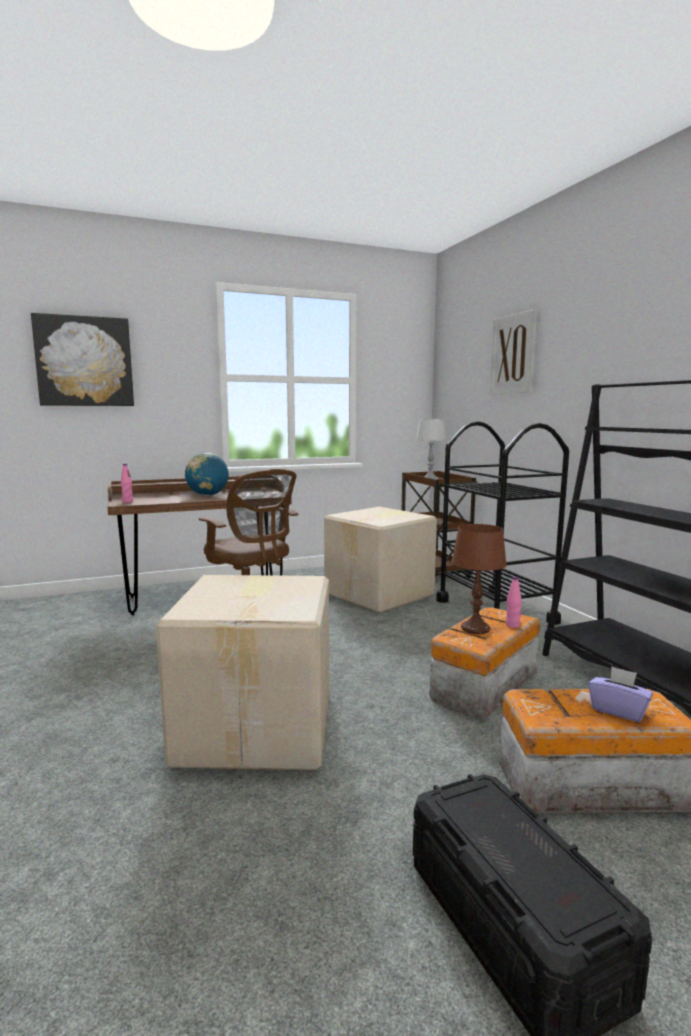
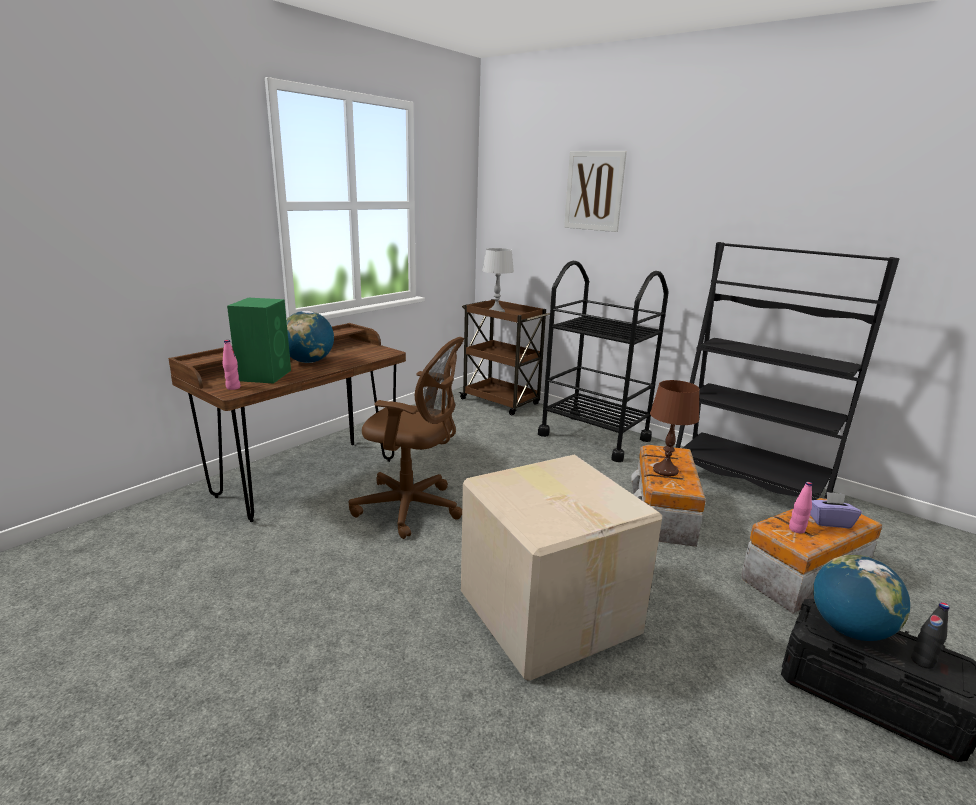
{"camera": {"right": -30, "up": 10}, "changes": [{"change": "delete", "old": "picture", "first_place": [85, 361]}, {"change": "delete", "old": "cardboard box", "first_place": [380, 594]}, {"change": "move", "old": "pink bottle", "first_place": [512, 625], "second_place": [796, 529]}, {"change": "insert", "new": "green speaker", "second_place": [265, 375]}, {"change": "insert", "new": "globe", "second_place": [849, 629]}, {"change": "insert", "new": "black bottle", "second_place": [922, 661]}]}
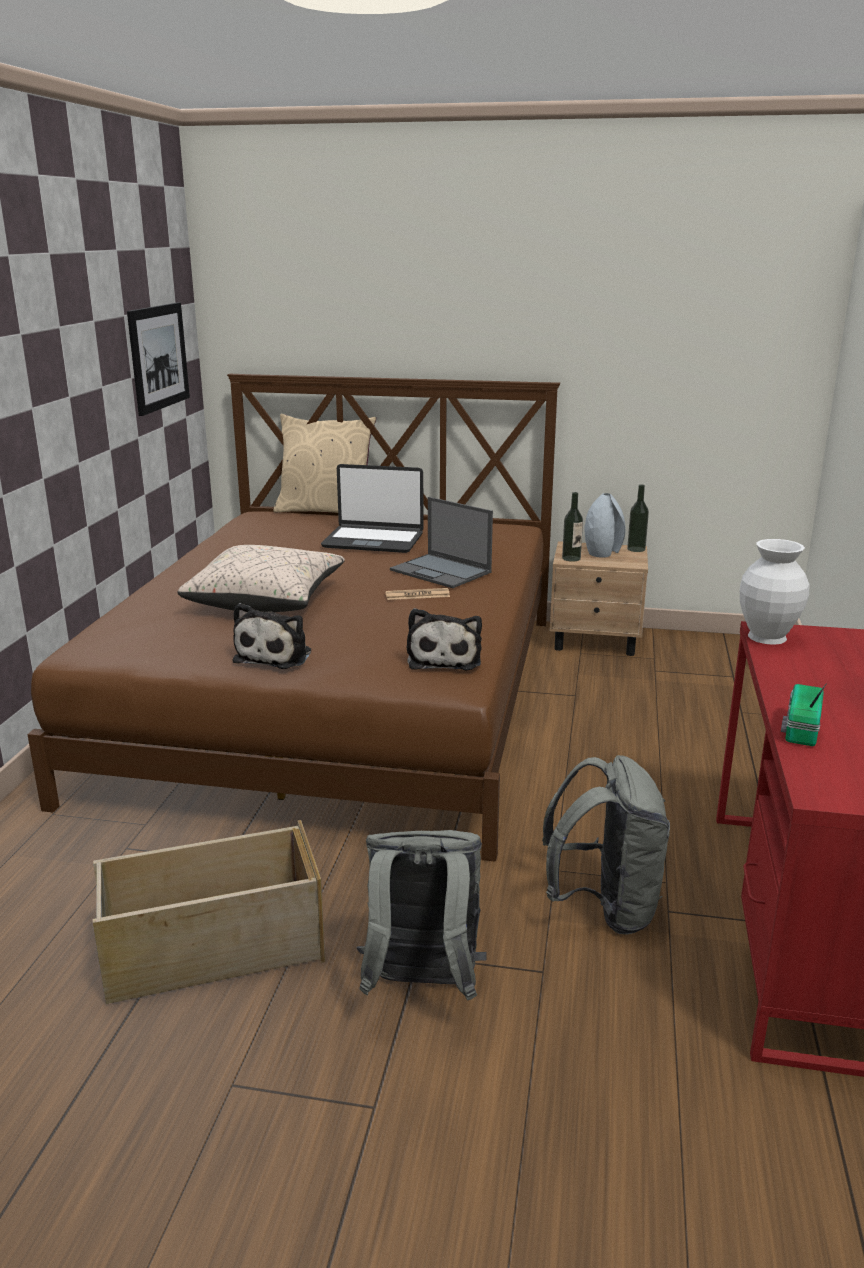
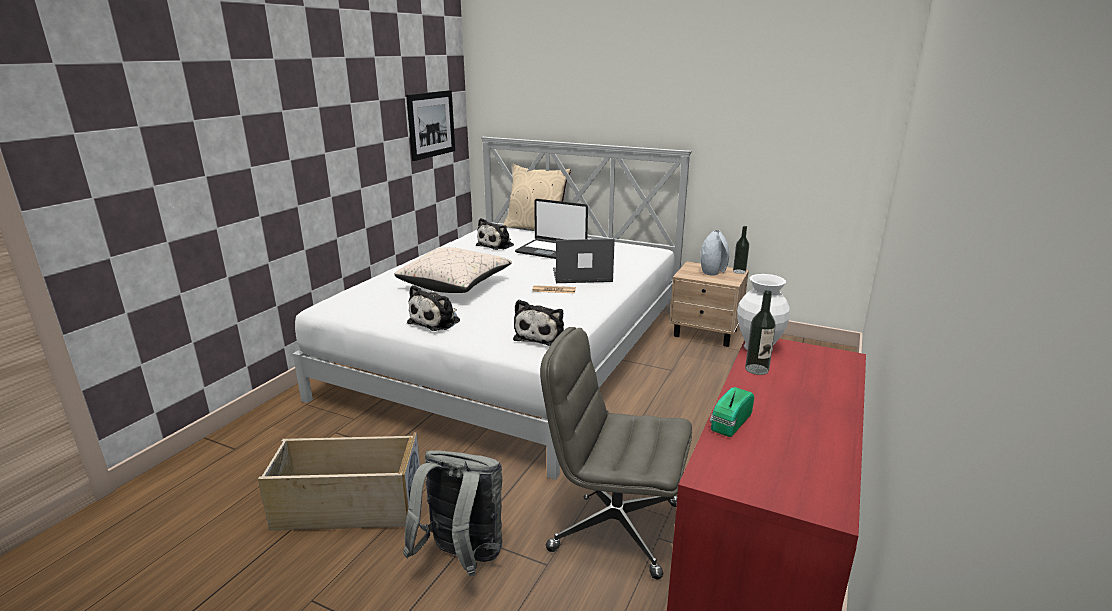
{"camera": {"right": 15, "up": 0}, "changes": [{"change": "recolor", "old": "brown bed", "new": "white bed", "first_place": [340, 700], "second_place": [513, 353]}, {"change": "rotate", "old": "laptop", "first_place": [441, 571], "second_place": [581, 275], "degrees": 120}, {"change": "replace", "old": "grey backpack", "new": "grey office chair", "first_place": [604, 907], "second_place": [613, 526]}, {"change": "move", "old": "bottle", "first_place": [571, 558], "second_place": [756, 369]}, {"change": "insert", "new": "plush toy", "second_place": [497, 245]}]}
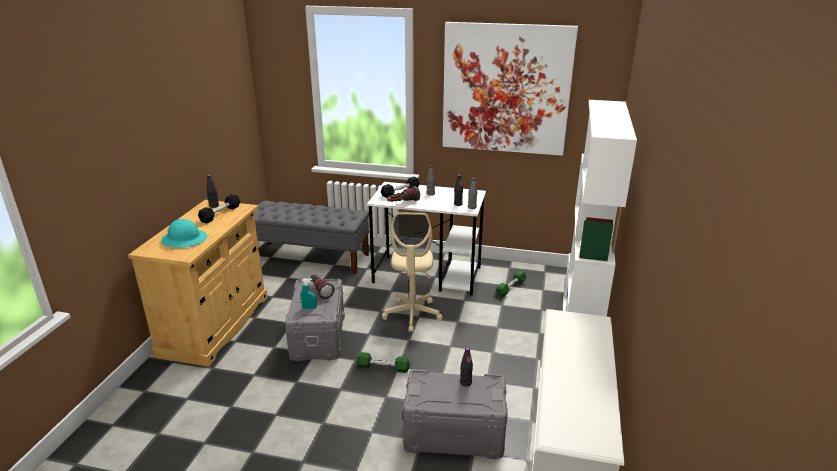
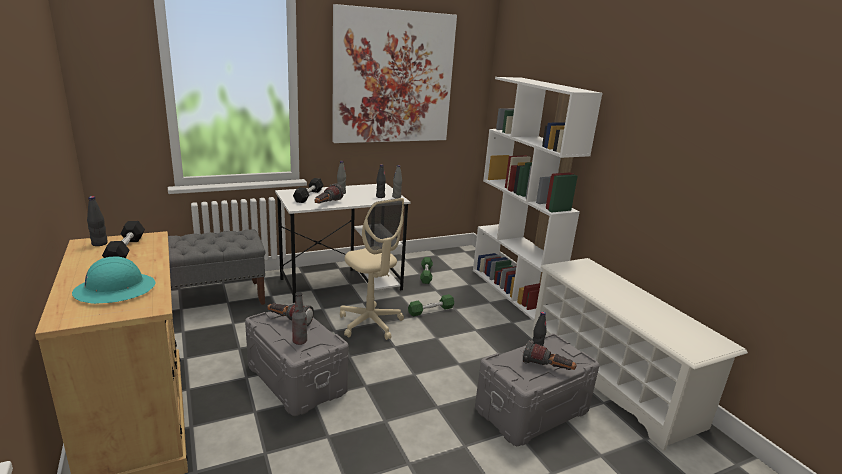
{"camera": {"right": -40, "up": -5}, "changes": [{"change": "replace", "old": "turquoise spray bottle", "new": "bottle", "first_place": [309, 308], "second_place": [299, 341]}, {"change": "move", "old": "green dumbbell", "first_place": [383, 367], "second_place": [431, 310]}, {"change": "insert", "new": "flashlight", "second_place": [547, 368]}]}
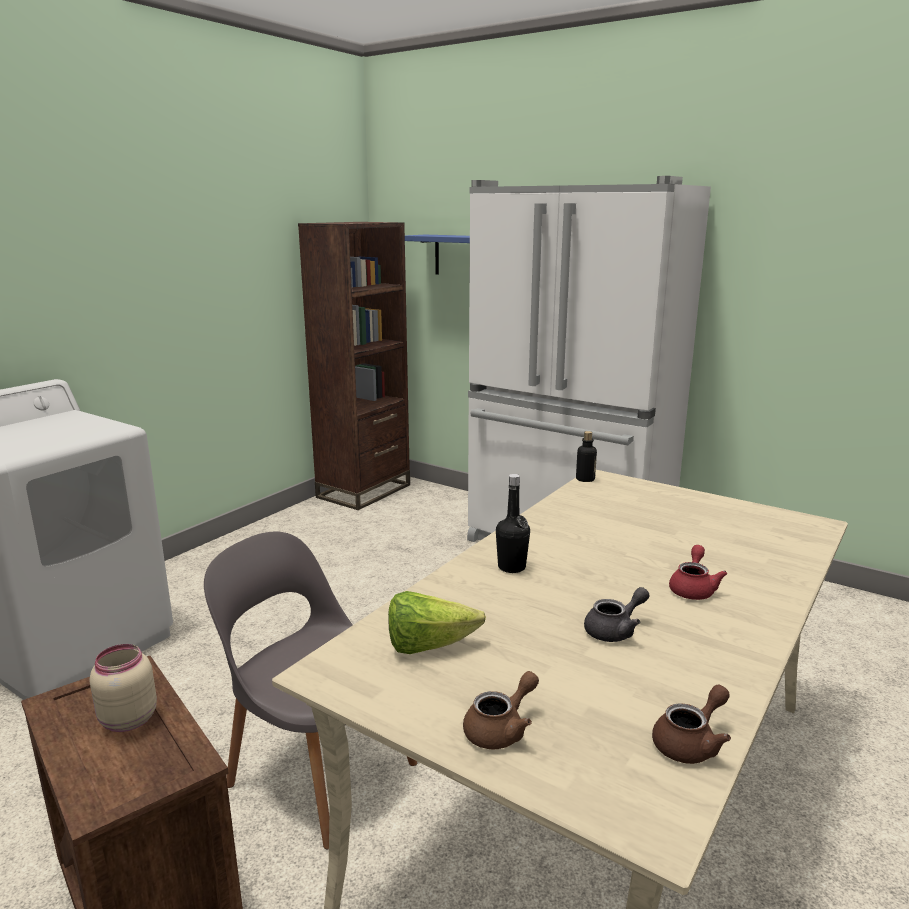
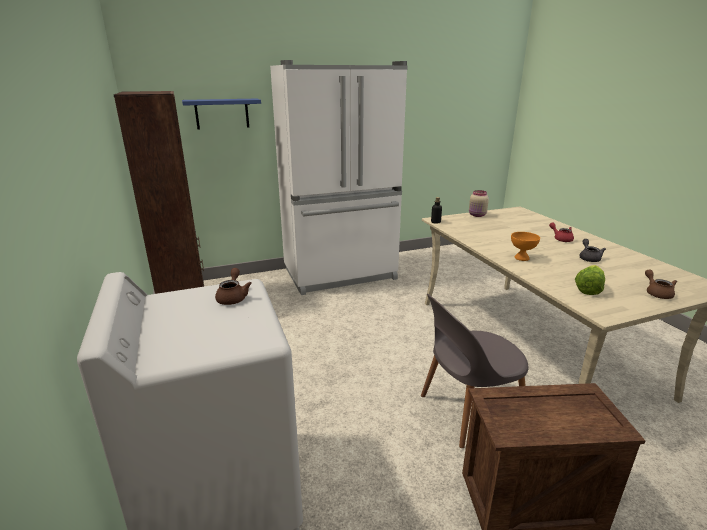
{"camera": {"right": -55, "up": 5}, "changes": [{"change": "move", "old": "beige jar", "first_place": [127, 720], "second_place": [477, 215]}, {"change": "replace", "old": "black bottle", "new": "orange bowl", "first_place": [511, 567], "second_place": [521, 258]}, {"change": "move", "old": "brown teapot", "first_place": [691, 743], "second_place": [233, 297]}]}
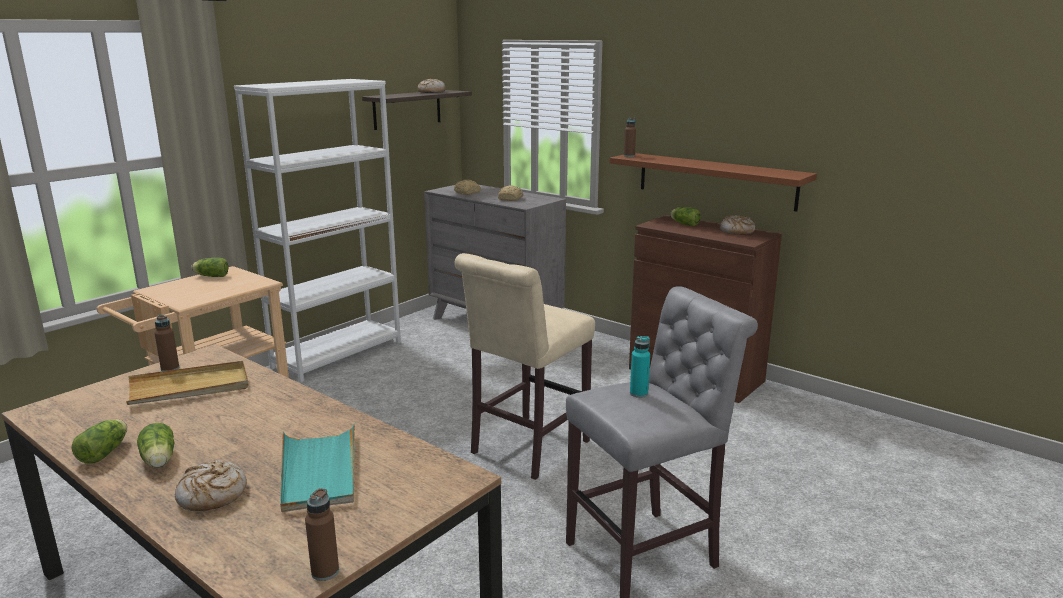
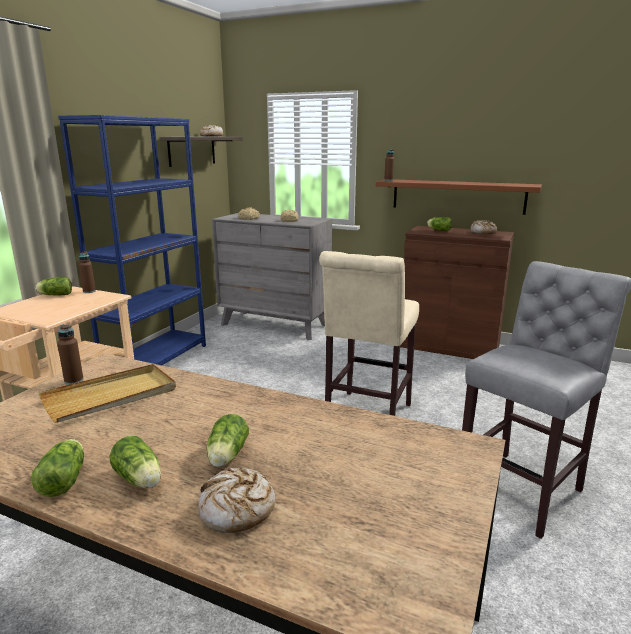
{"camera": {"right": -15, "up": 0}, "changes": [{"change": "recolor", "old": "white bookcase", "new": "blue bookcase", "first_place": [338, 354], "second_place": [157, 361]}, {"change": "delete", "old": "turquoise tray", "first_place": [319, 471]}, {"change": "move", "old": "brown bottle", "first_place": [325, 572], "second_place": [89, 291]}, {"change": "delete", "old": "turquoise bottle", "first_place": [638, 393]}, {"change": "insert", "new": "lettuce", "second_place": [226, 456]}]}
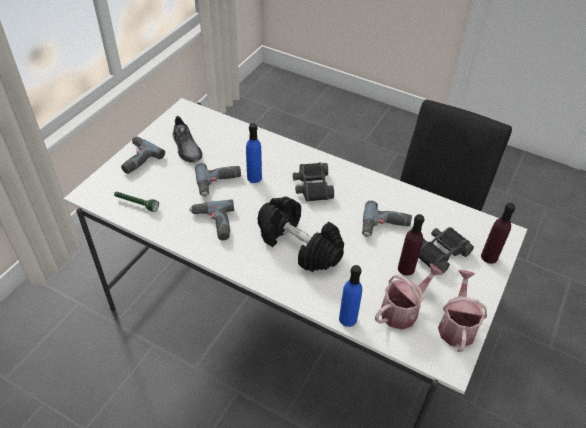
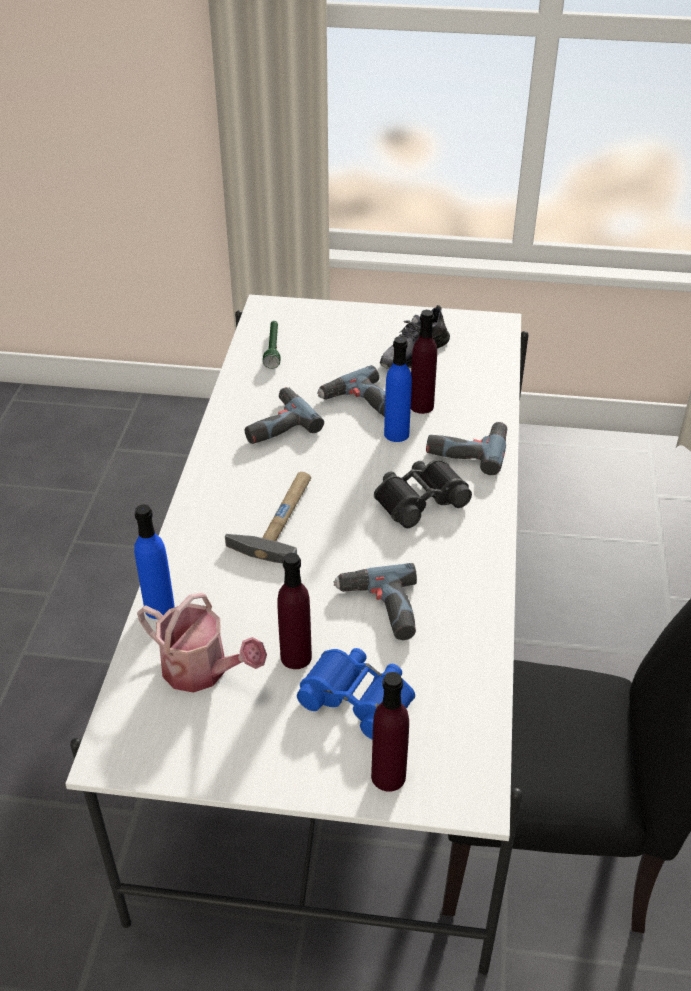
{"camera": {"right": 70, "up": -5}, "changes": [{"change": "move", "old": "power drill", "first_place": [136, 159], "second_place": [467, 449]}, {"change": "replace", "old": "black dumbbell", "new": "hammer", "first_place": [298, 245], "second_place": [280, 518]}, {"change": "recolor", "old": "black binoculars", "new": "blue binoculars", "first_place": [440, 253], "second_place": [358, 698]}, {"change": "delete", "old": "watering can", "first_place": [456, 325]}, {"change": "insert", "new": "purple bottle", "second_place": [421, 406]}]}
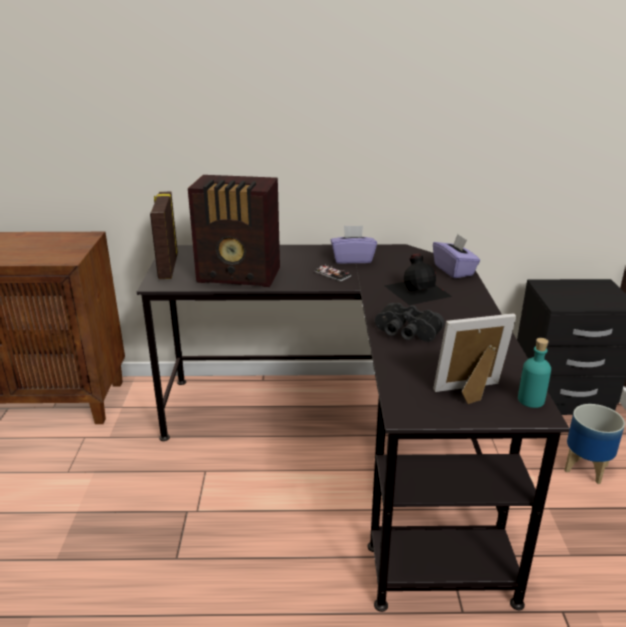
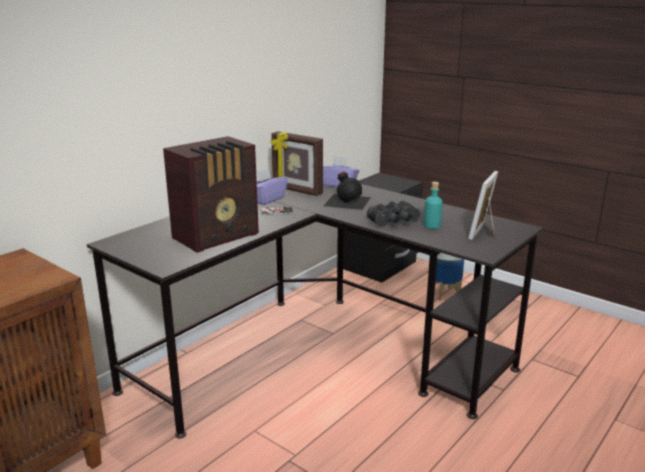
{"camera": {"right": -50, "up": -5}, "changes": [{"change": "move", "old": "picture frame", "first_place": [167, 266], "second_place": [296, 191]}, {"change": "move", "old": "turquoise bottle", "first_place": [531, 400], "second_place": [432, 225]}]}
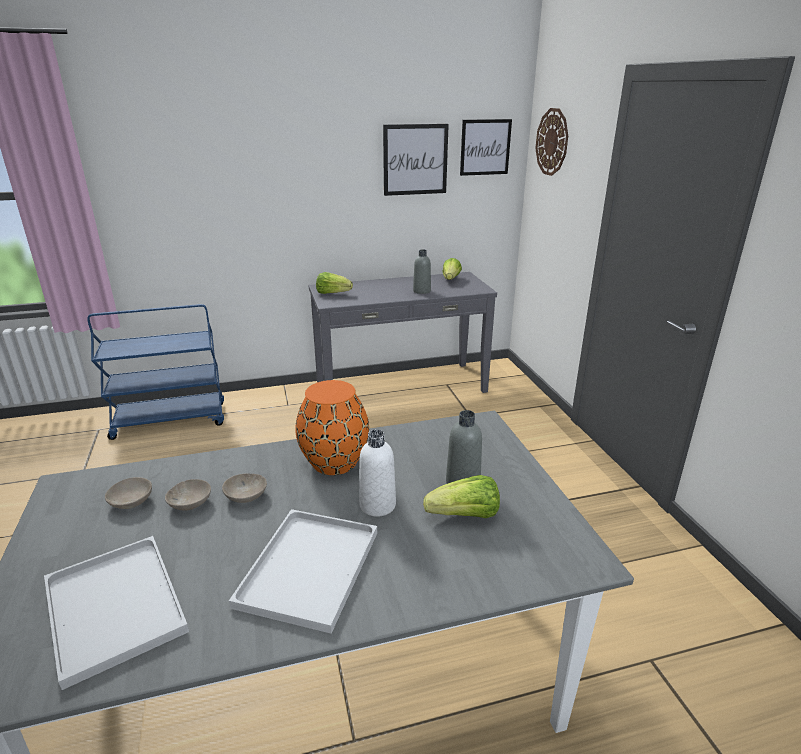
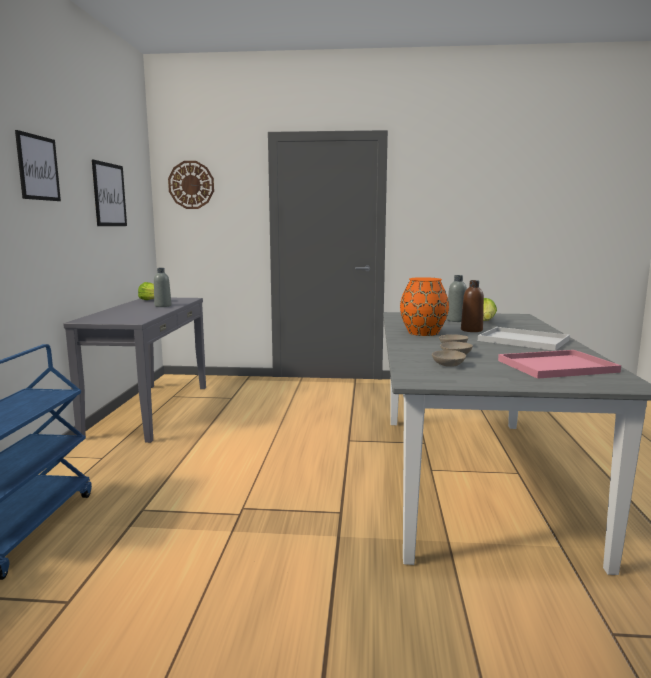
{"camera": {"right": -70, "up": -15}, "changes": [{"change": "recolor", "old": "white tray", "new": "pink tray", "first_place": [117, 608], "second_place": [557, 366]}, {"change": "delete", "old": "lettuce", "first_place": [332, 293]}, {"change": "recolor", "old": "white bottle", "new": "brown bottle", "first_place": [377, 505], "second_place": [471, 330]}, {"change": "move", "old": "picture", "first_place": [485, 147], "second_place": [38, 168]}]}
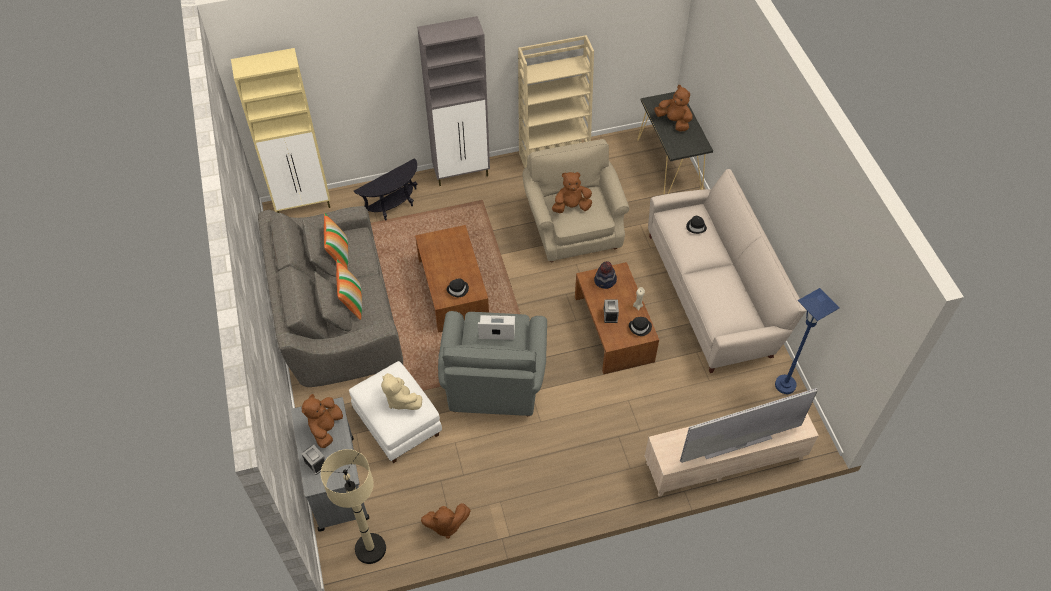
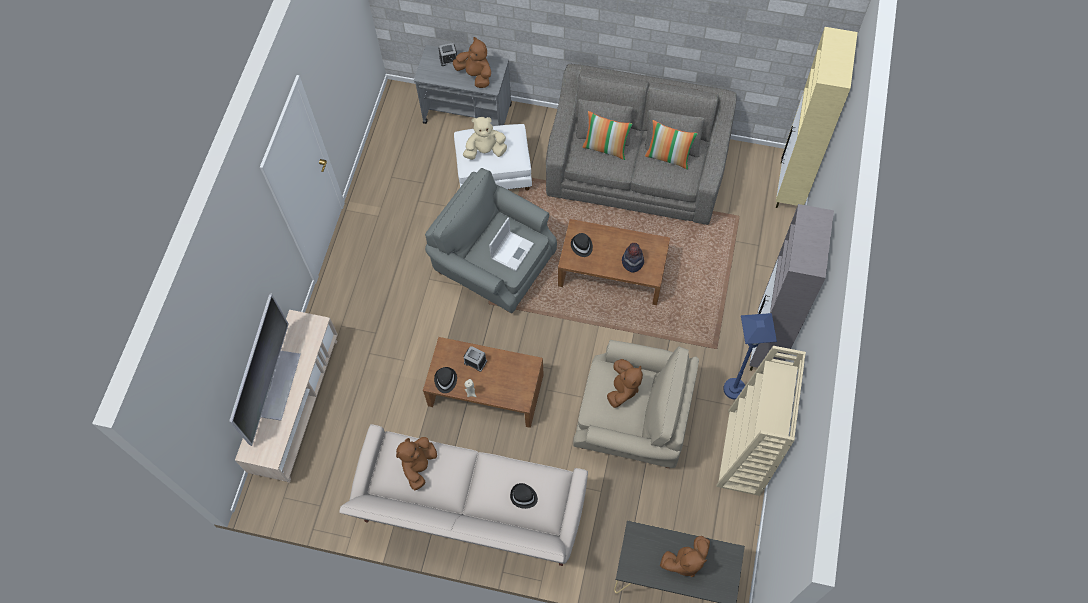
{"camera": {"right": 120, "up": 10}, "changes": [{"change": "delete", "old": "beige floor lamp", "first_place": [370, 549]}, {"change": "delete", "old": "black side table", "first_place": [394, 207]}, {"change": "move", "old": "brown plush toy", "first_place": [446, 525], "second_place": [419, 466]}, {"change": "move", "old": "hat", "first_place": [605, 281], "second_place": [632, 262]}, {"change": "move", "old": "blue floor lamp", "first_place": [785, 385], "second_place": [734, 389]}]}
